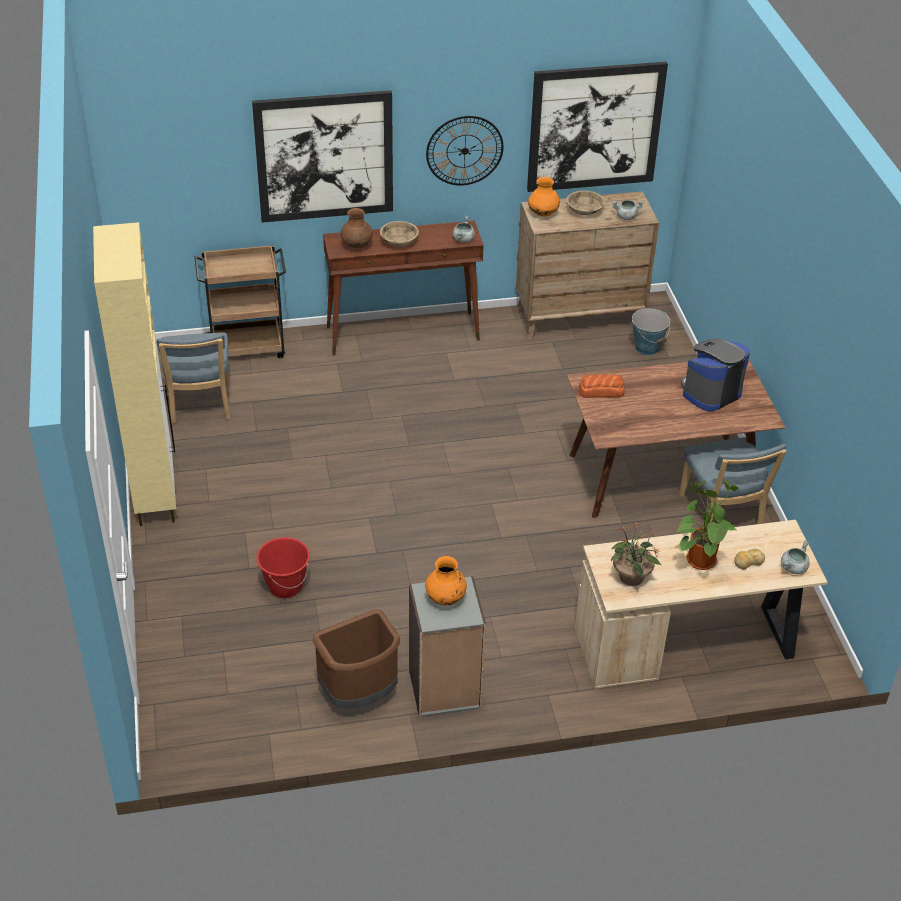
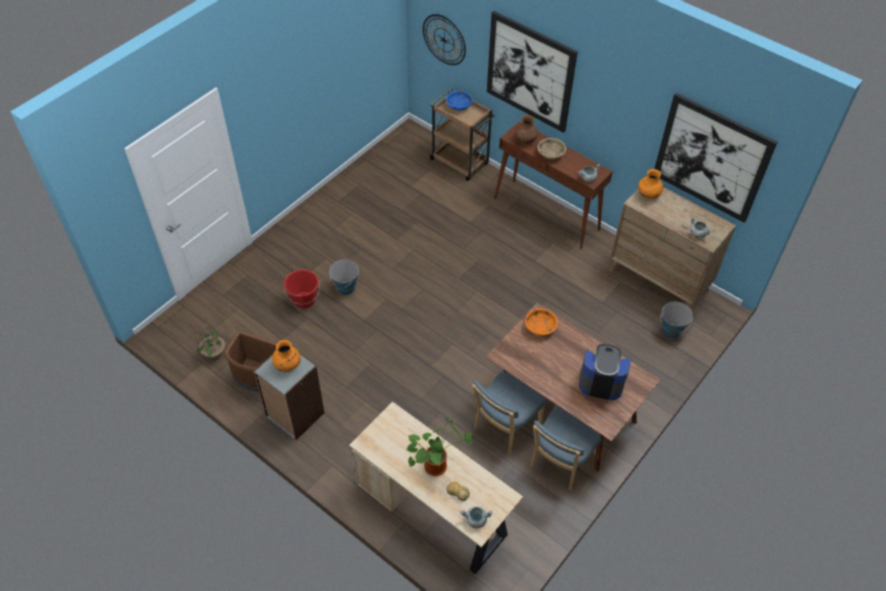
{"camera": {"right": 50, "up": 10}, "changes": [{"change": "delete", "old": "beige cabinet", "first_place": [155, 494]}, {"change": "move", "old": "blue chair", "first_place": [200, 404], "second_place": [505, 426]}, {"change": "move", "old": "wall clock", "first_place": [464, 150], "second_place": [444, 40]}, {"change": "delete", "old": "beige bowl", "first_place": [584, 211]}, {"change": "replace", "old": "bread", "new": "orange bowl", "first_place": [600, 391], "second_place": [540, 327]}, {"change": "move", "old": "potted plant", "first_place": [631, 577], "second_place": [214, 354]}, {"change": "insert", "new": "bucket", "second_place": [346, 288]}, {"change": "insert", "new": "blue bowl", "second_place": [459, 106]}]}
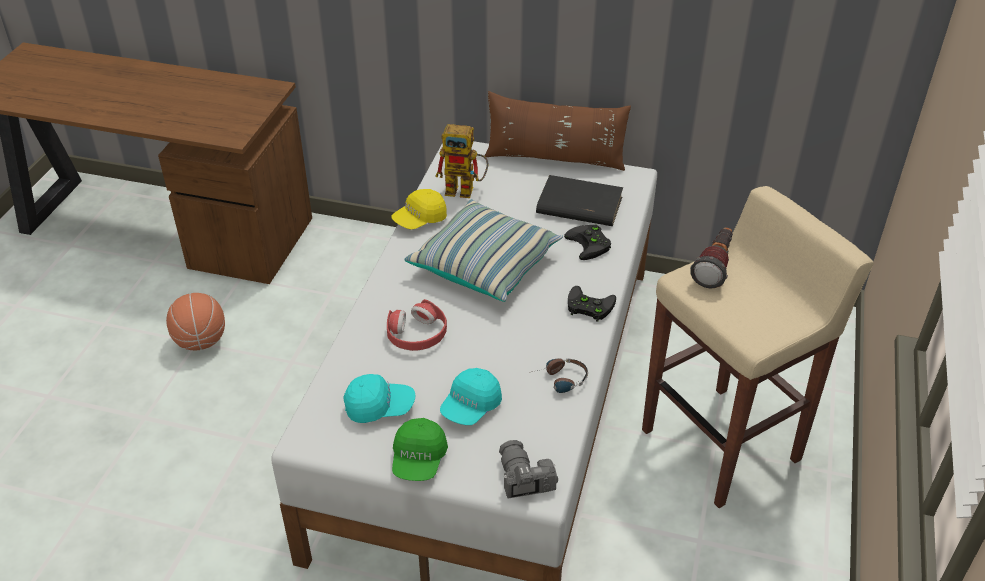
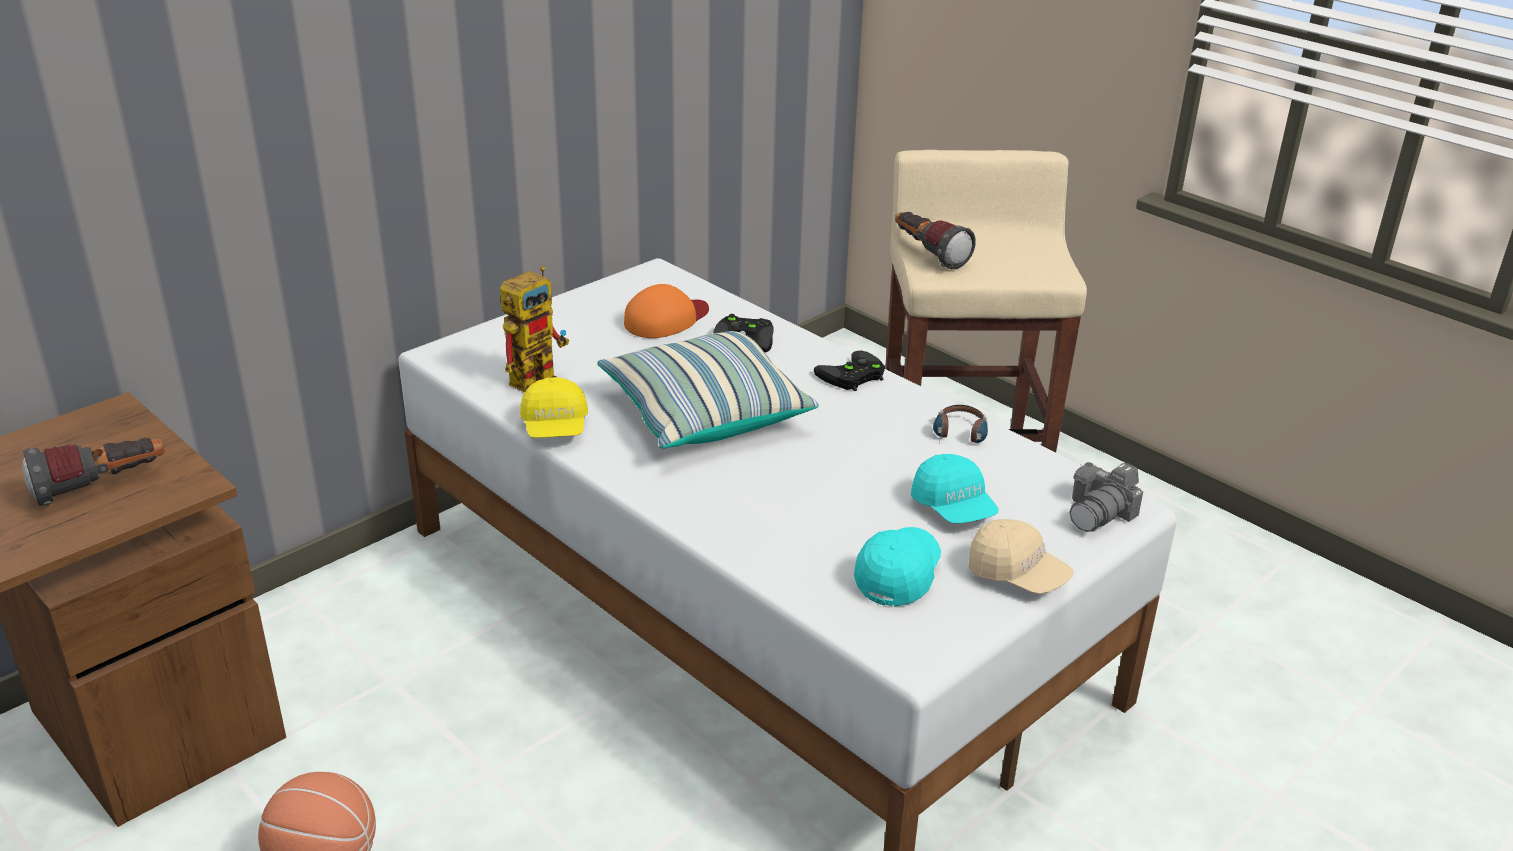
{"camera": {"right": -60, "up": -10}, "changes": [{"change": "delete", "old": "red headphones", "first_place": [417, 334]}, {"change": "recolor", "old": "green cap", "new": "beige cap", "first_place": [419, 460], "second_place": [1017, 575]}, {"change": "delete", "old": "brown pillow", "first_place": [555, 158]}, {"change": "rotate", "old": "photo camera", "first_place": [523, 479], "second_place": [1100, 513], "degrees": -60}, {"change": "replace", "old": "black book", "new": "orange cap", "first_place": [578, 205], "second_place": [666, 319]}, {"change": "insert", "new": "flashlight", "second_place": [102, 487]}]}
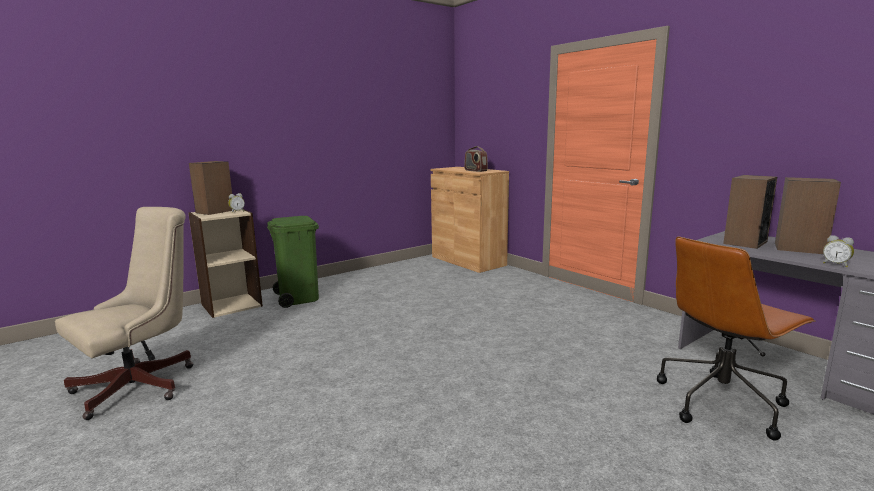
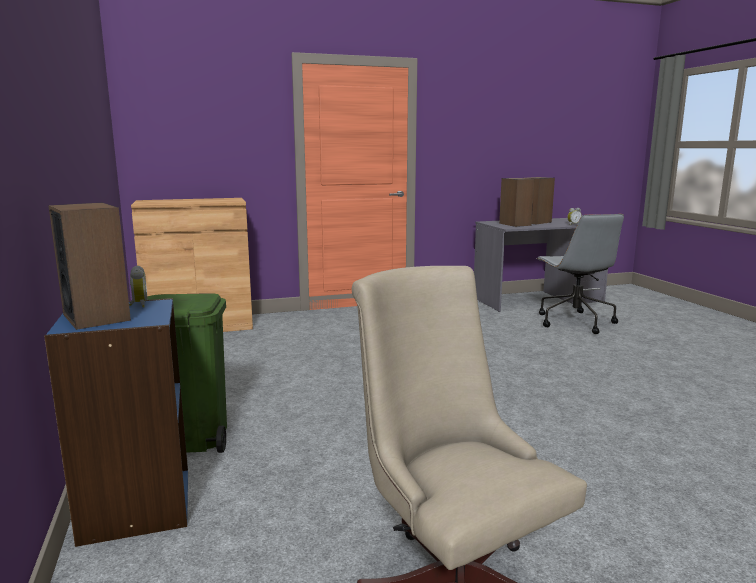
{"camera": {"right": -70, "up": 0}, "changes": [{"change": "recolor", "old": "beige bookcase", "new": "blue bookcase", "first_place": [231, 305], "second_place": [135, 506]}, {"change": "delete", "old": "radio", "first_place": [475, 171]}, {"change": "recolor", "old": "brown office chair", "new": "grey office chair", "first_place": [721, 402], "second_place": [574, 321]}]}
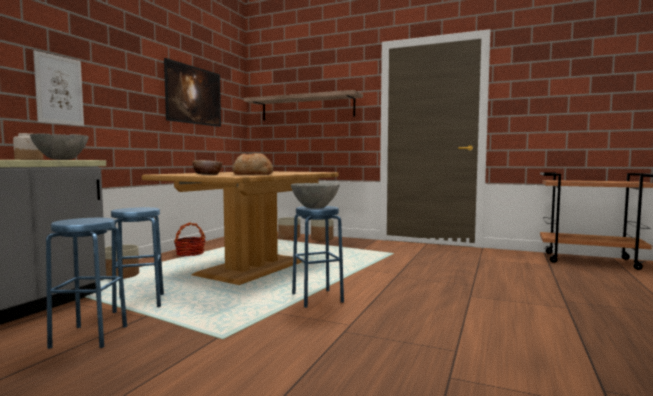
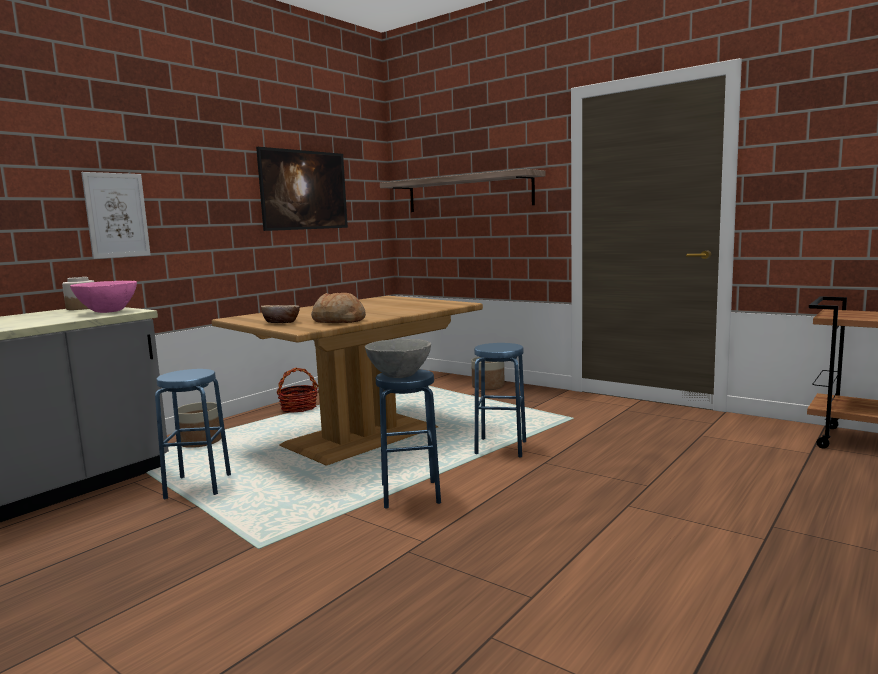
{"camera": {"right": 15, "up": 5}, "changes": [{"change": "recolor", "old": "grey bowl", "new": "pink bowl", "first_place": [61, 159], "second_place": [107, 312]}, {"change": "move", "old": "blue stool", "first_place": [89, 336], "second_place": [501, 448]}, {"change": "delete", "old": "planter", "first_place": [289, 237]}]}
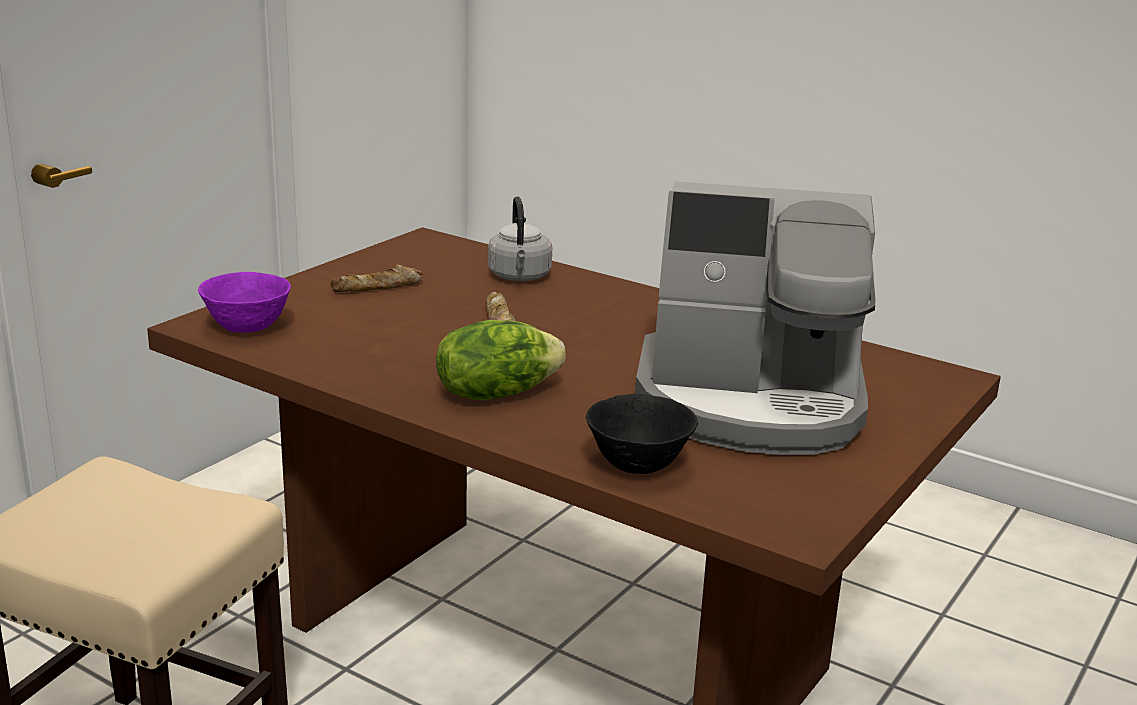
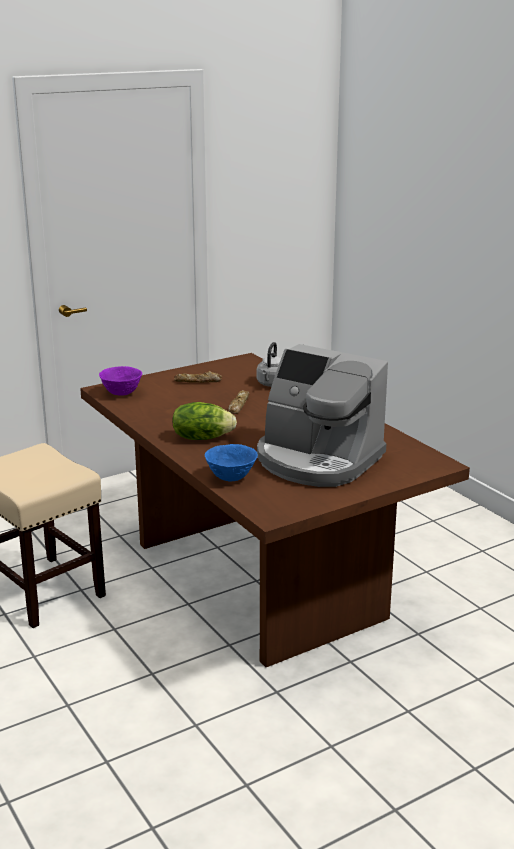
{"camera": {"right": 25, "up": 0}, "changes": [{"change": "recolor", "old": "black bowl", "new": "blue bowl", "first_place": [639, 466], "second_place": [231, 478]}]}
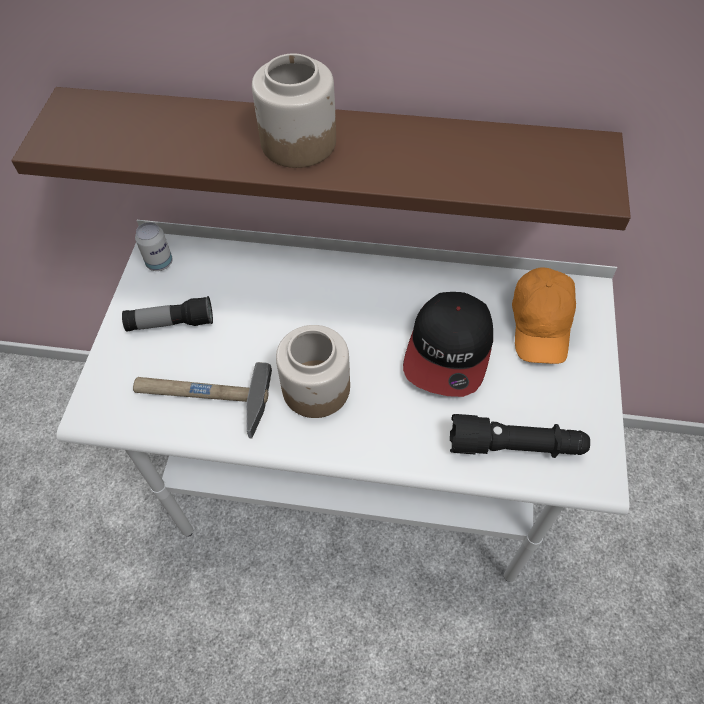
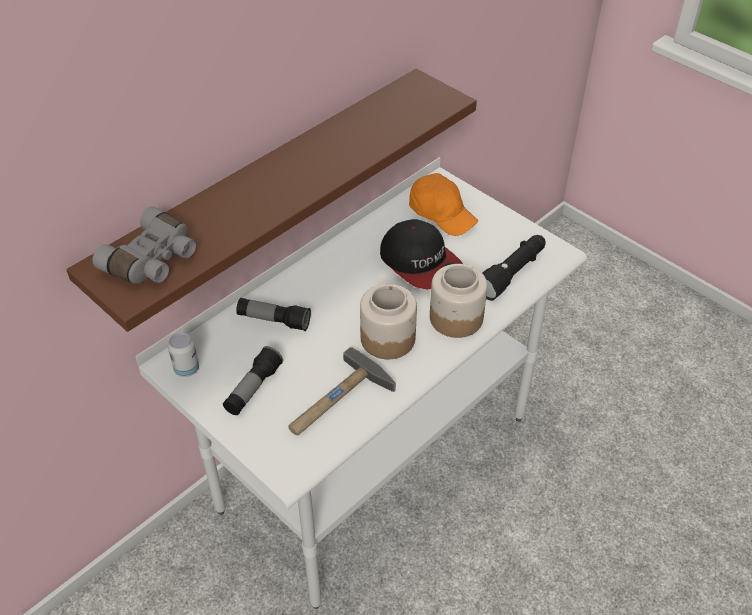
{"camera": {"right": -55, "up": -10}, "changes": [{"change": "move", "old": "jar", "first_place": [298, 142], "second_place": [455, 318]}, {"change": "insert", "new": "grey binoculars", "second_place": [153, 261]}, {"change": "insert", "new": "flashlight", "second_place": [274, 320]}]}
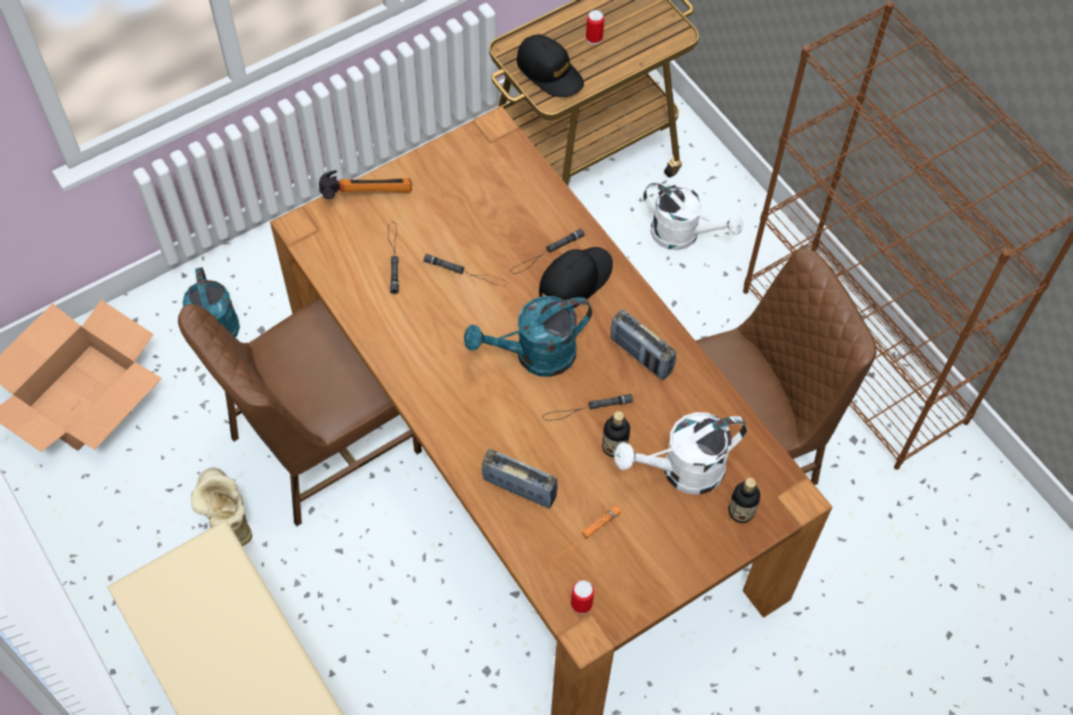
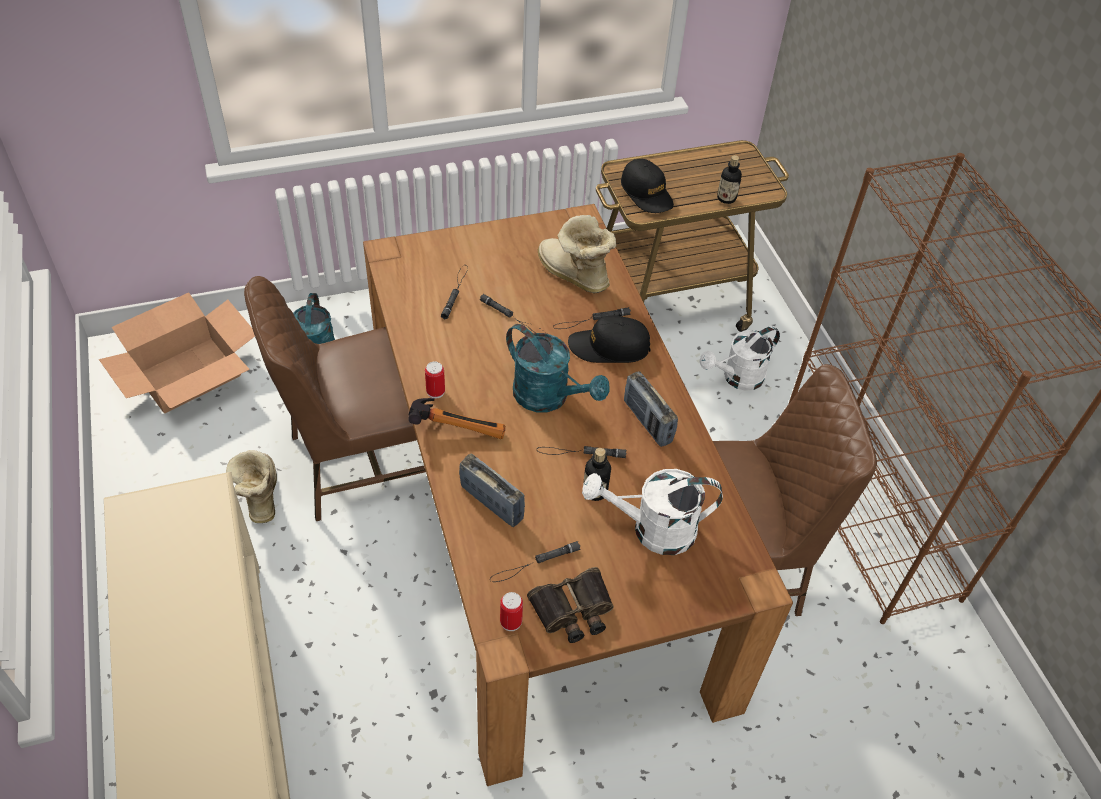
{"camera": {"right": 15, "up": -10}, "changes": [{"change": "move", "old": "hammer", "first_place": [365, 191], "second_place": [458, 427]}, {"change": "rotate", "old": "turquoise watering can", "first_place": [535, 356], "second_place": [549, 398], "degrees": -135}, {"change": "rotate", "old": "black cap", "first_place": [575, 280], "second_place": [609, 347], "degrees": -150}, {"change": "recolor", "old": "orange flashlight", "new": "black flashlight", "first_place": [583, 539], "second_place": [534, 564]}, {"change": "move", "old": "can", "first_place": [594, 38], "second_place": [435, 391]}, {"change": "rotate", "old": "white watering can", "first_place": [683, 235], "second_place": [737, 378], "degrees": 105}, {"change": "move", "old": "bottle", "first_place": [741, 511], "second_place": [726, 198]}, {"change": "insert", "new": "binoculars", "second_place": [573, 611]}, {"change": "insert", "new": "boot", "second_place": [573, 275]}]}
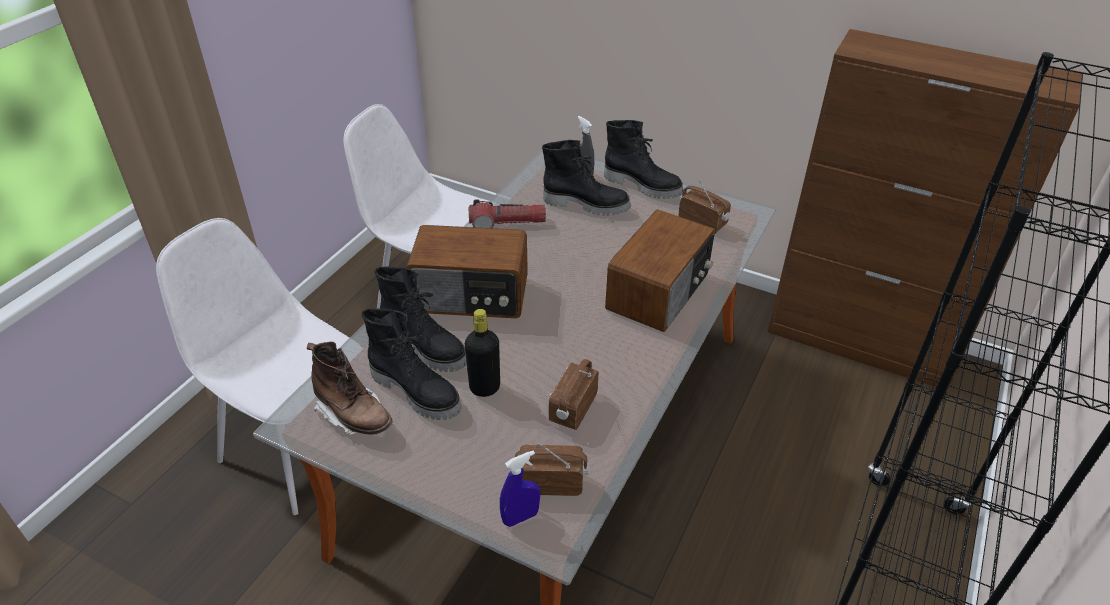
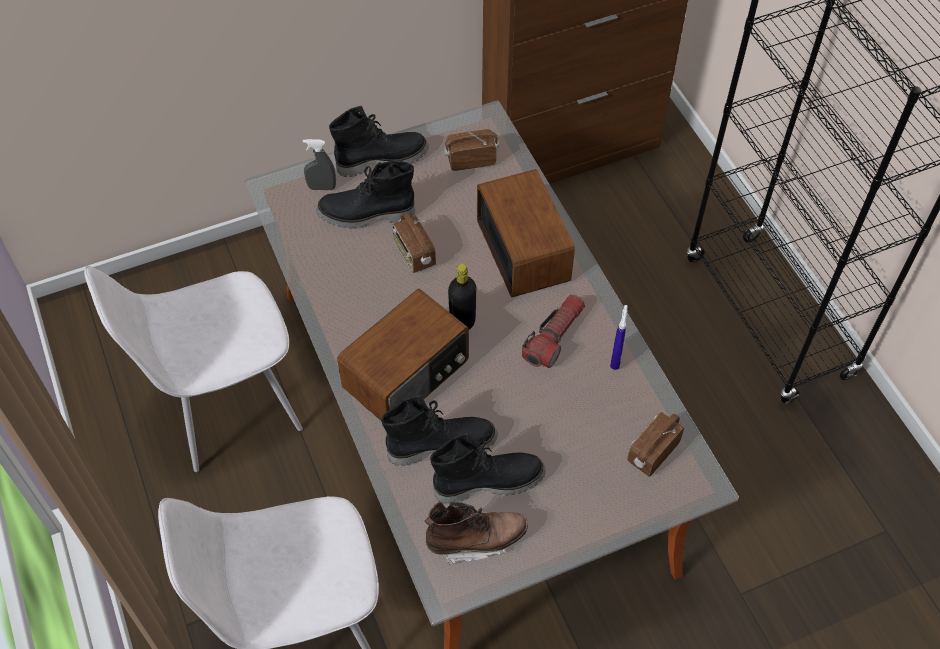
{"camera": {"right": -50, "up": 15}, "changes": [{"change": "move", "old": "black bottle", "first_place": [484, 387], "second_place": [462, 322]}, {"change": "move", "old": "flashlight", "first_place": [507, 223], "second_place": [554, 337]}, {"change": "move", "old": "blue spray bottle", "first_place": [520, 517], "second_place": [616, 358]}, {"change": "rotate", "old": "black boot", "first_place": [586, 204], "second_place": [366, 215], "degrees": -150}, {"change": "move", "old": "radio", "first_place": [572, 409], "second_place": [414, 254]}]}
